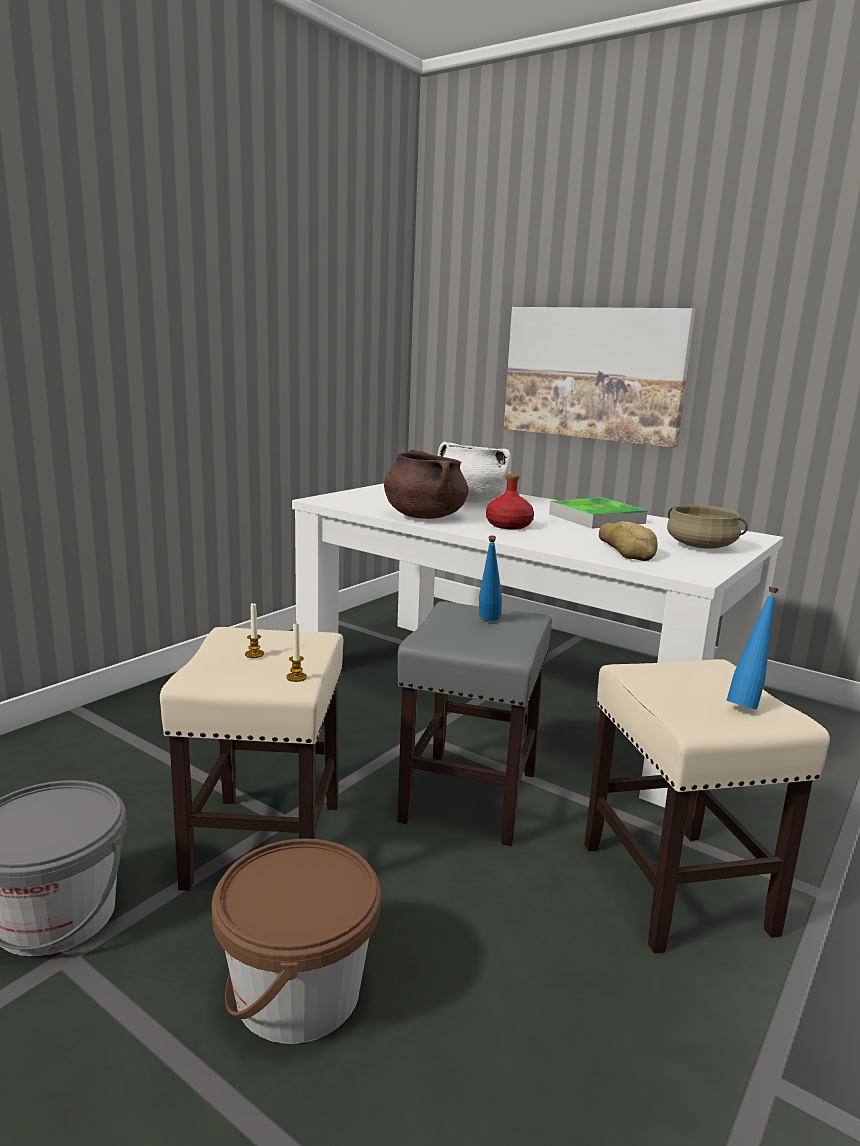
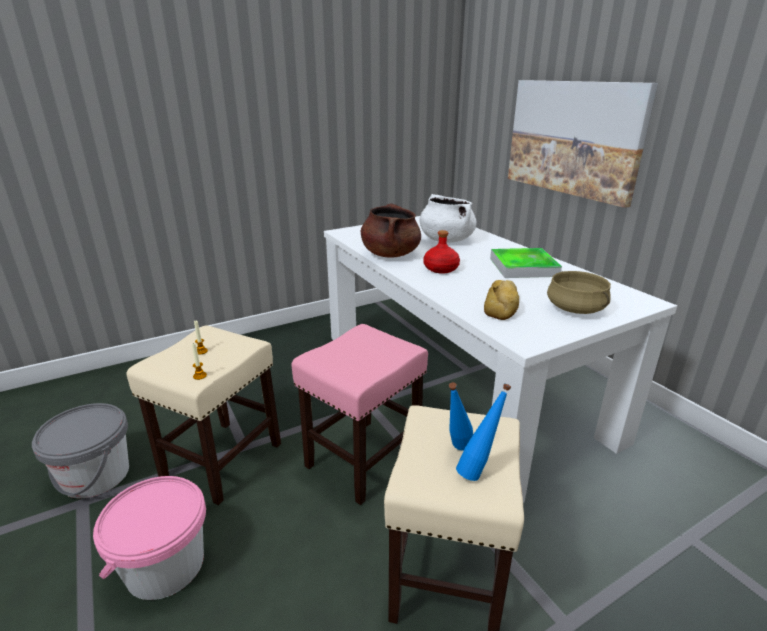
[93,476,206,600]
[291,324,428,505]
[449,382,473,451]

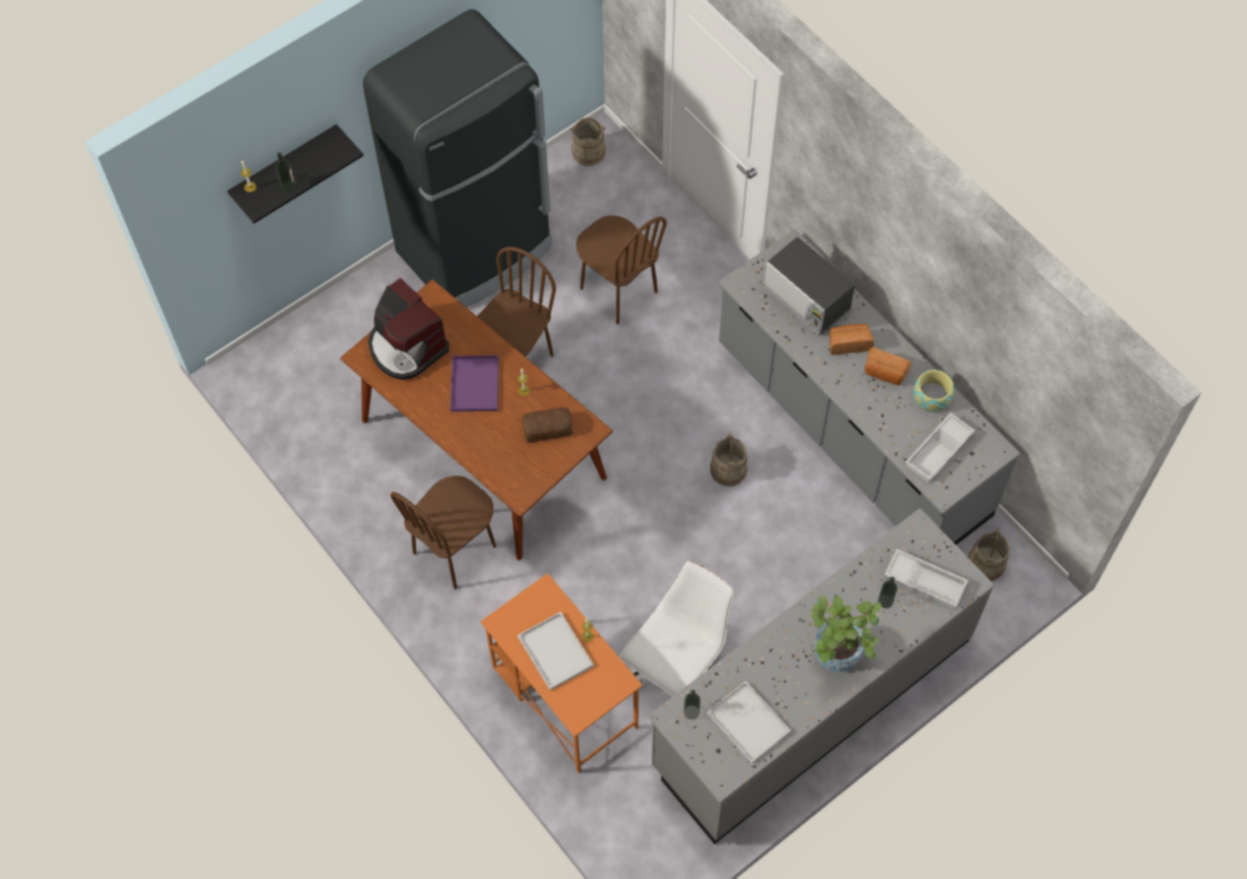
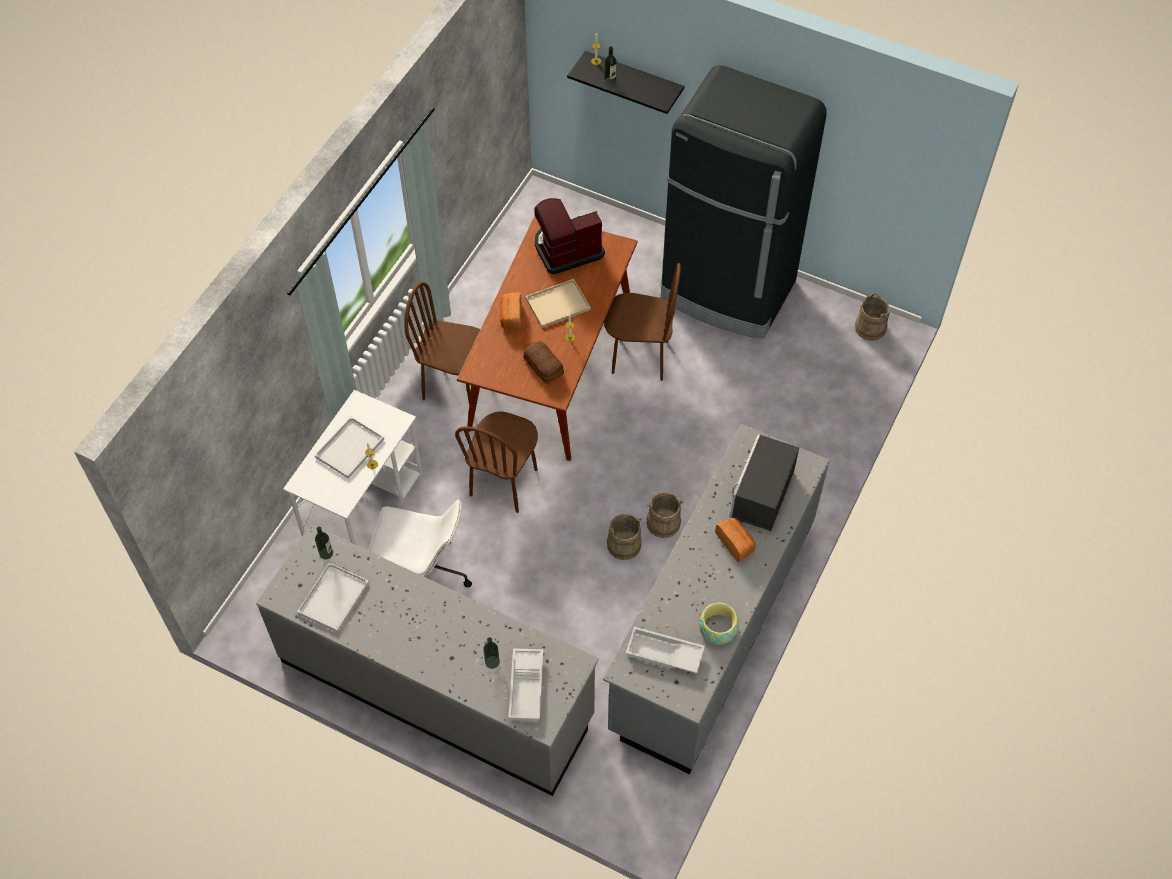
[283,390,422,545]
[455,411,538,513]
[500,292,522,330]
[525,279,591,328]
[534,198,605,275]
[646,492,683,538]
[810,595,882,672] (first image)

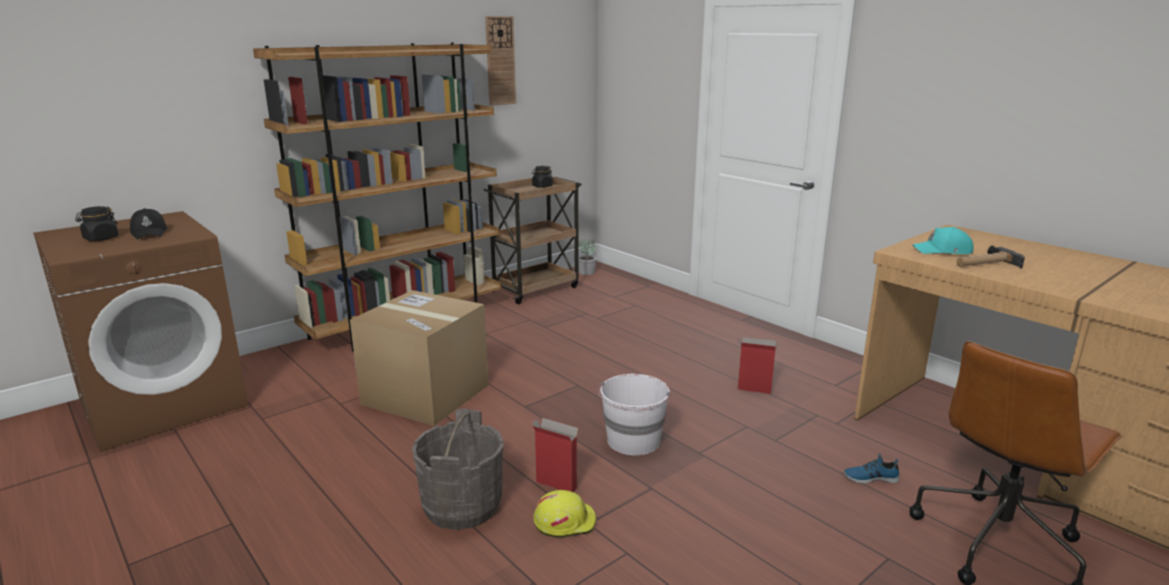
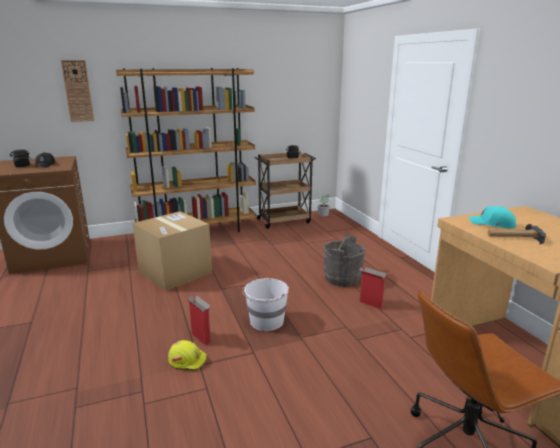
[61,60,94,122]
[323,235,365,287]
[844,454,900,484] (first image)

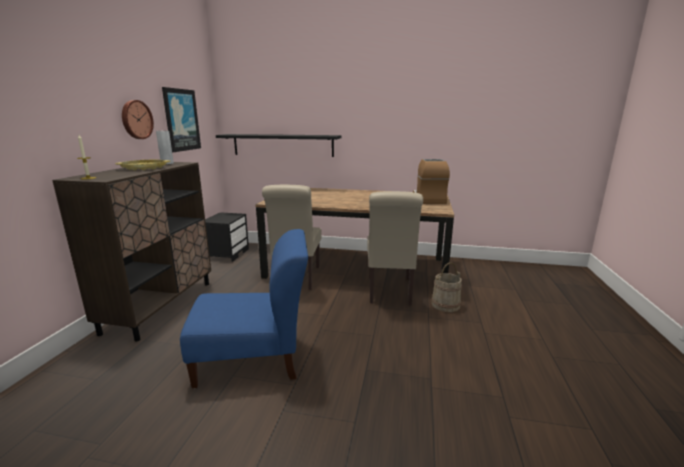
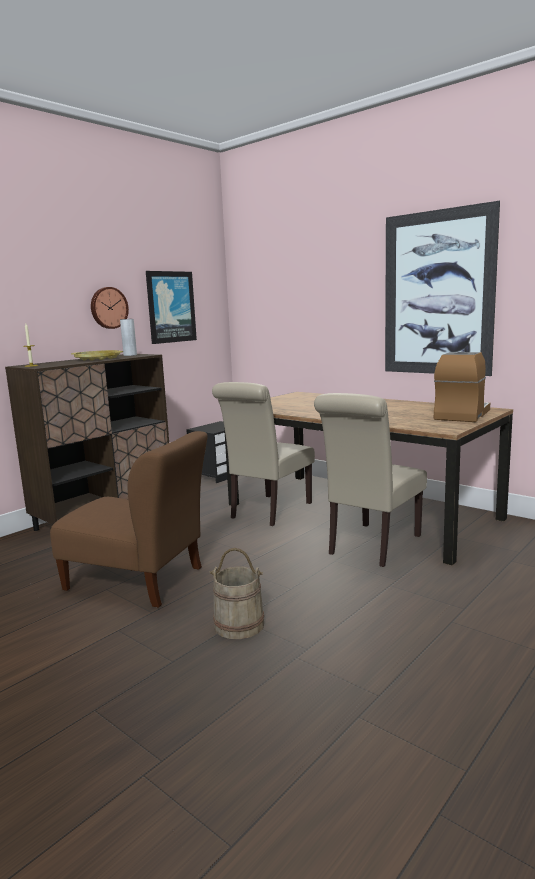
[50,431,208,607]
[210,548,264,639]
[385,201,500,376]
[216,134,342,157] (first image)

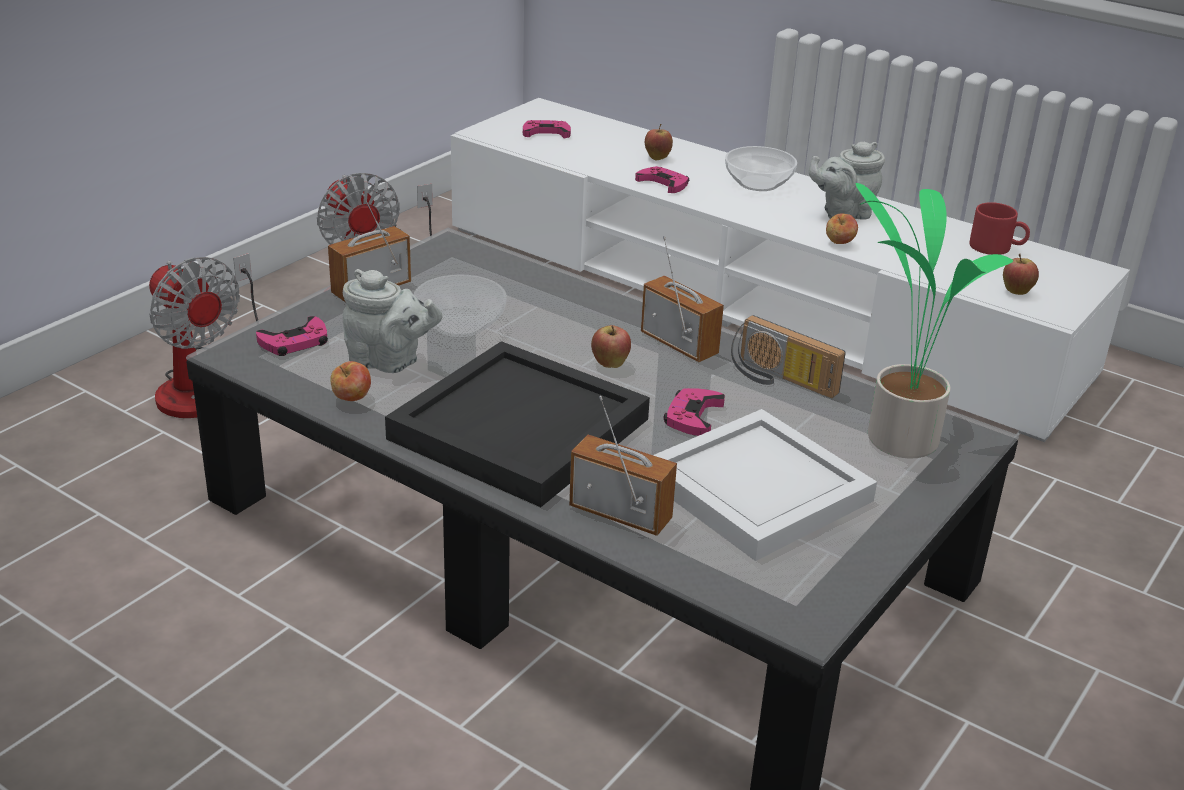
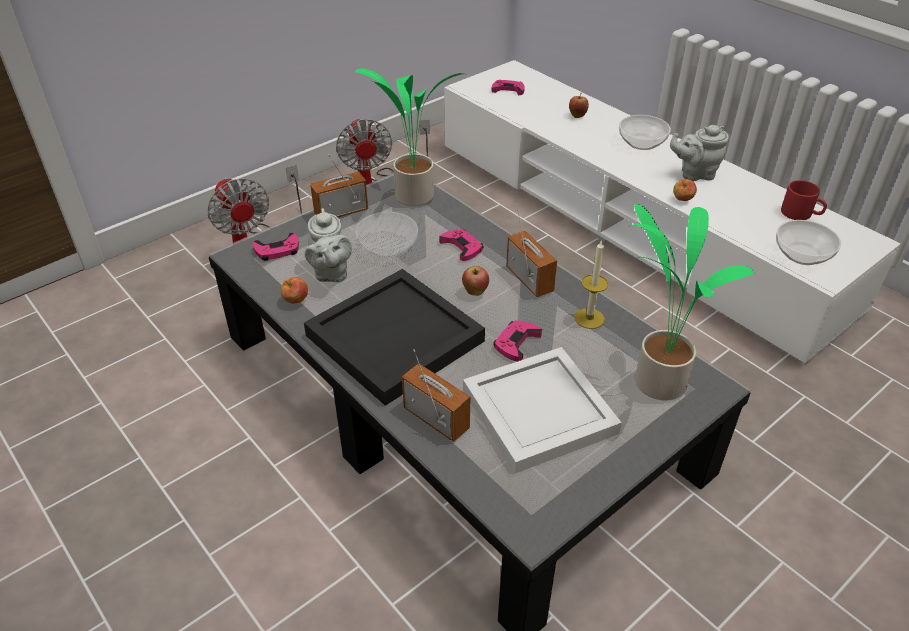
[305,208,352,282]
[354,68,464,206]
[439,229,484,261]
[574,239,608,329]
[776,220,841,265]

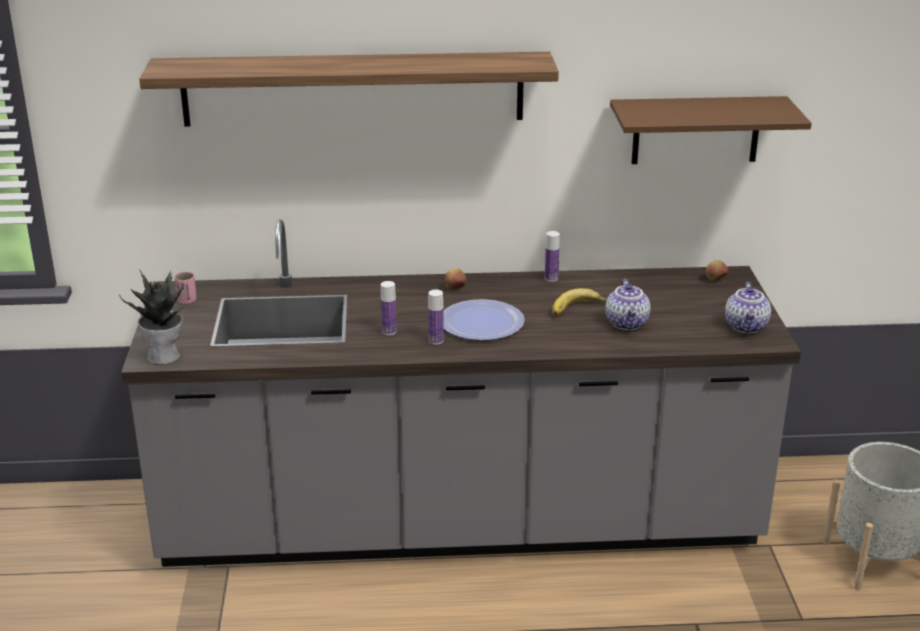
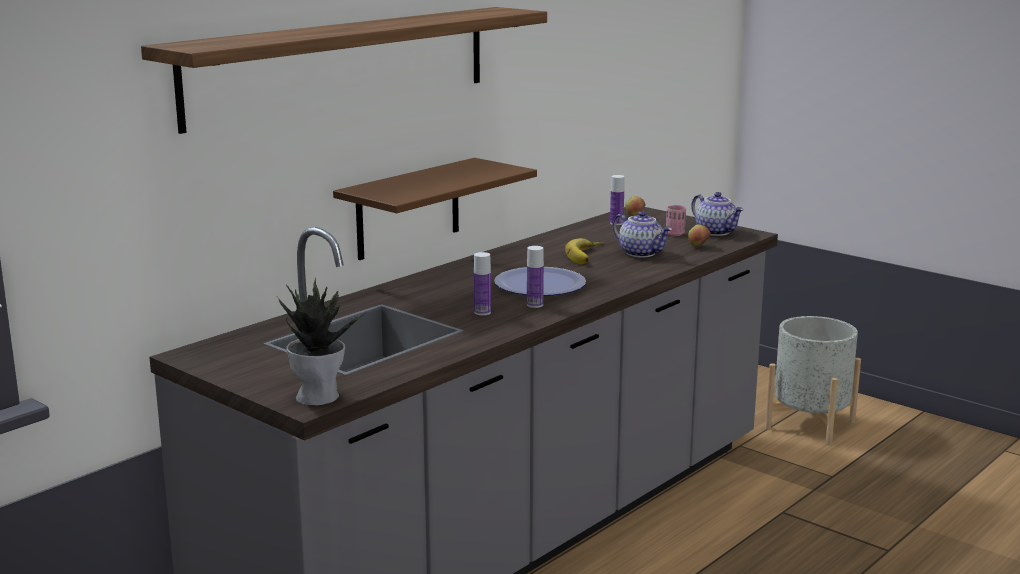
[333,158,537,260]
[610,175,624,225]
[666,205,686,236]
[688,224,711,247]

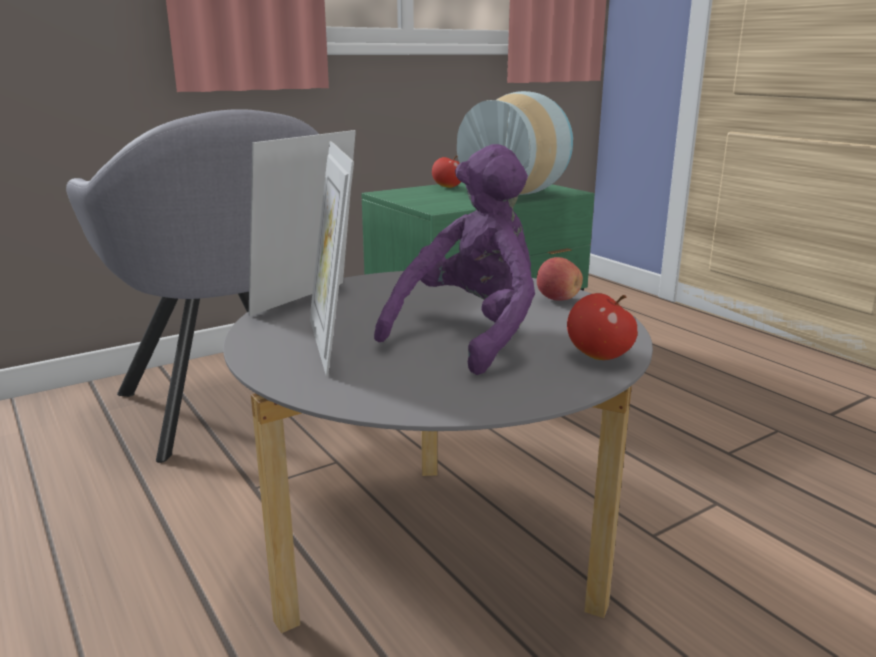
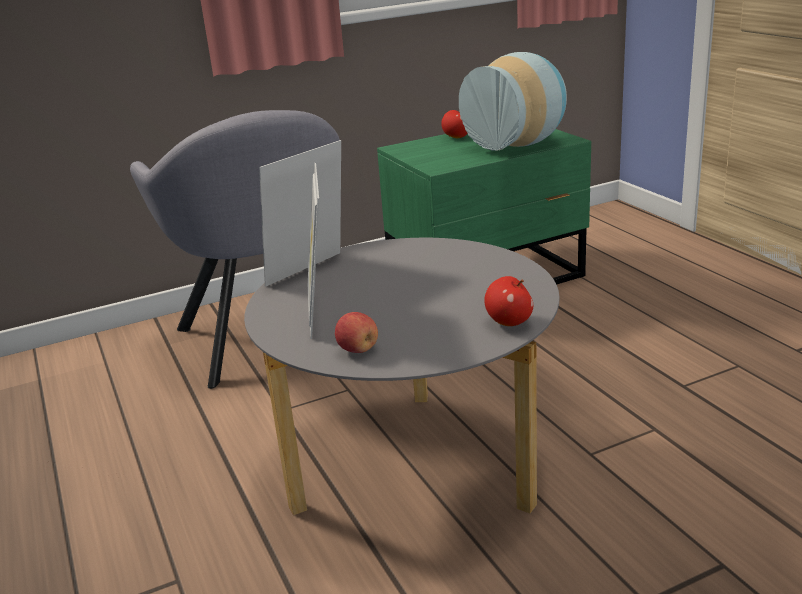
[335,312,378,353]
[374,144,535,375] (first image)

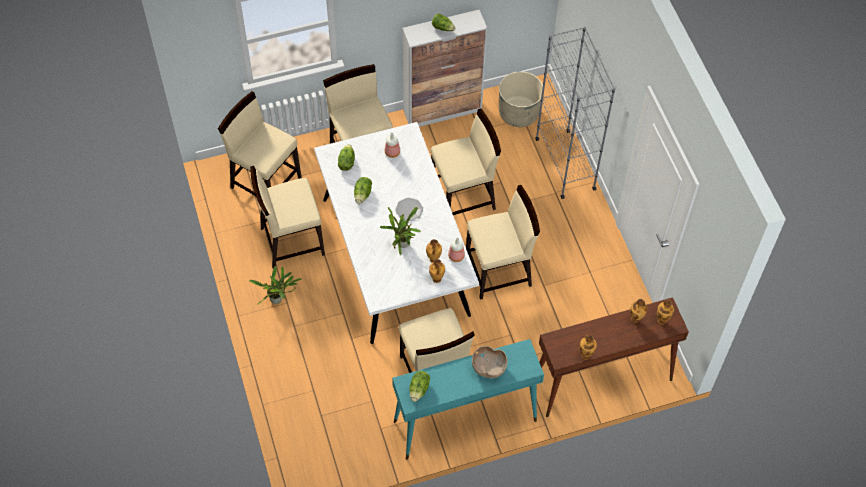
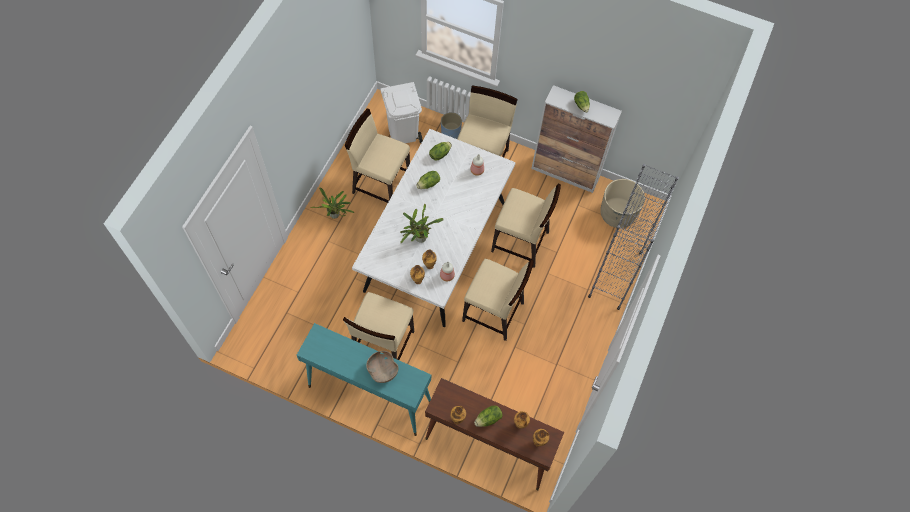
[380,82,423,143]
[441,112,462,139]
[474,406,503,427]
[395,197,423,221] (first image)

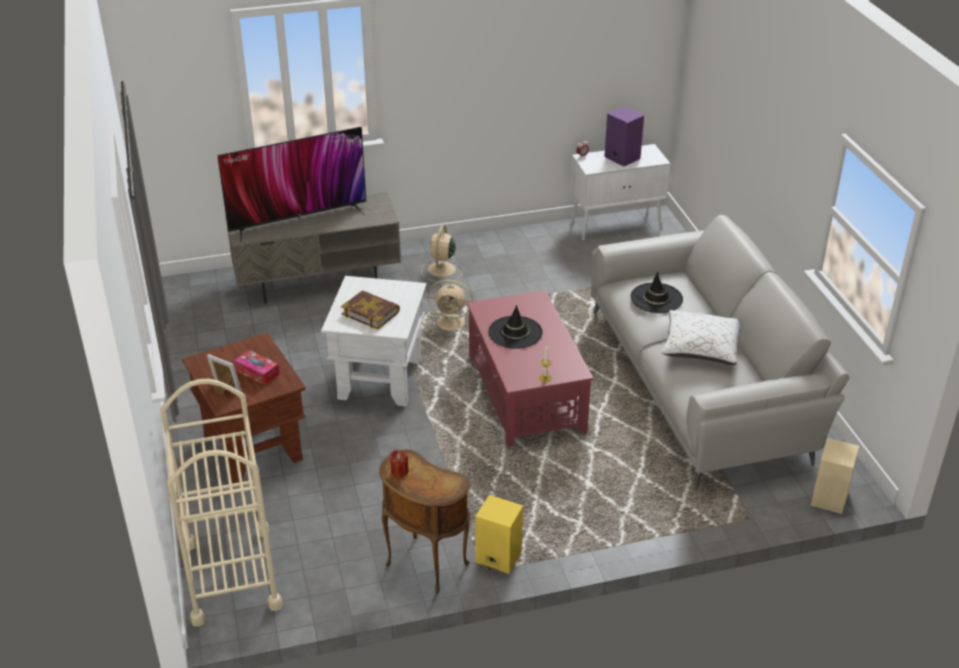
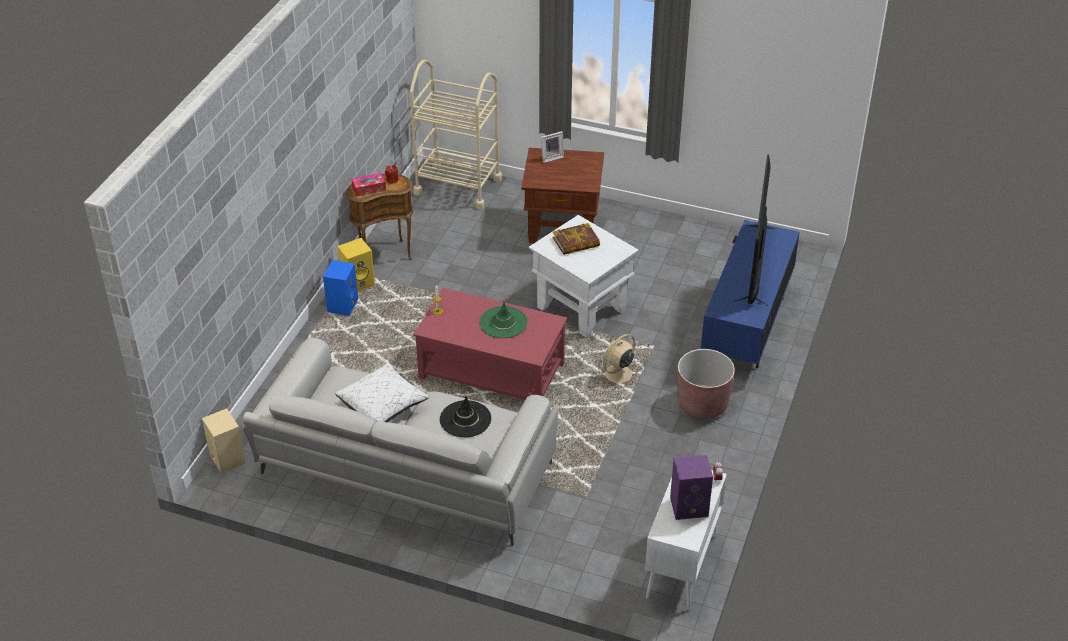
[323,260,358,316]
[352,173,386,197]
[479,302,527,338]
[677,349,735,419]
[701,220,800,368]

